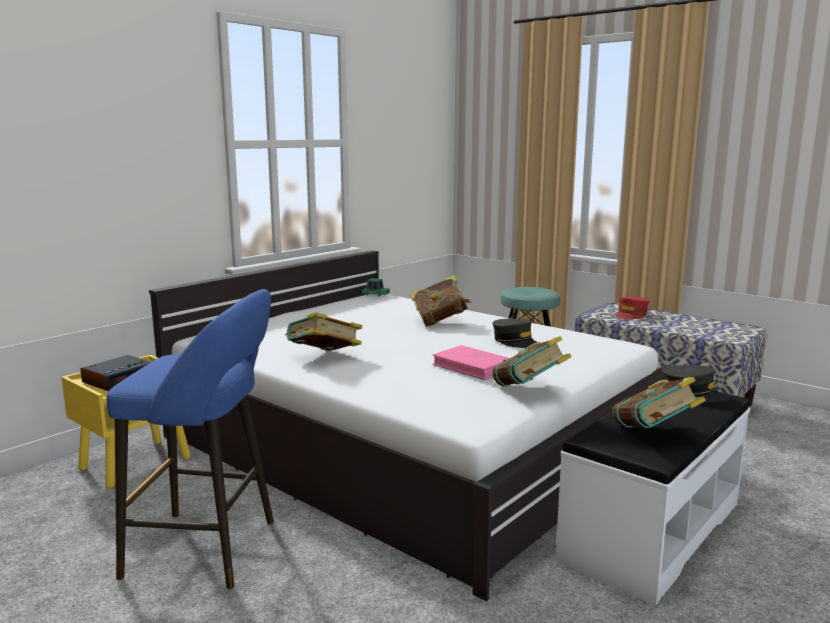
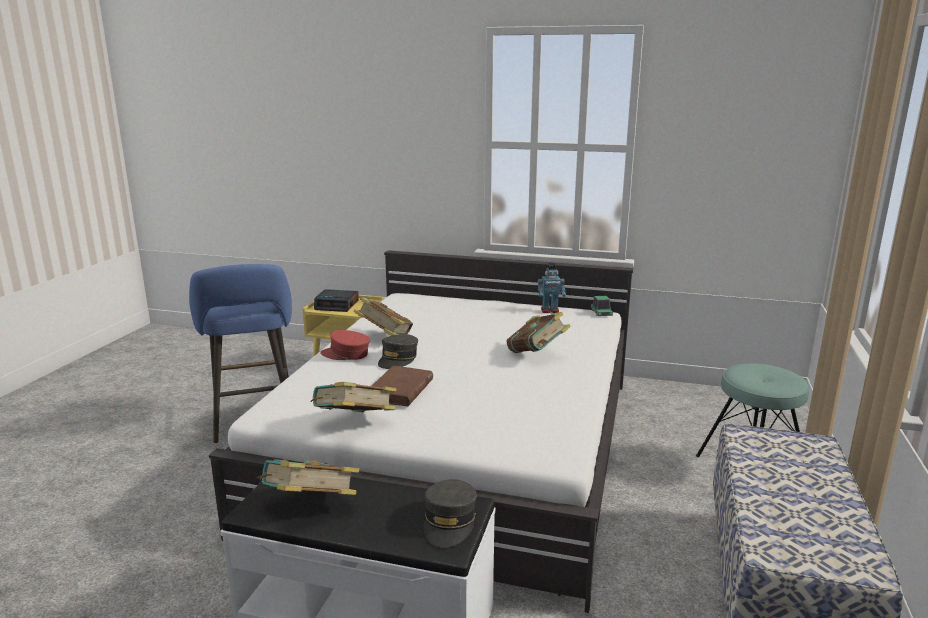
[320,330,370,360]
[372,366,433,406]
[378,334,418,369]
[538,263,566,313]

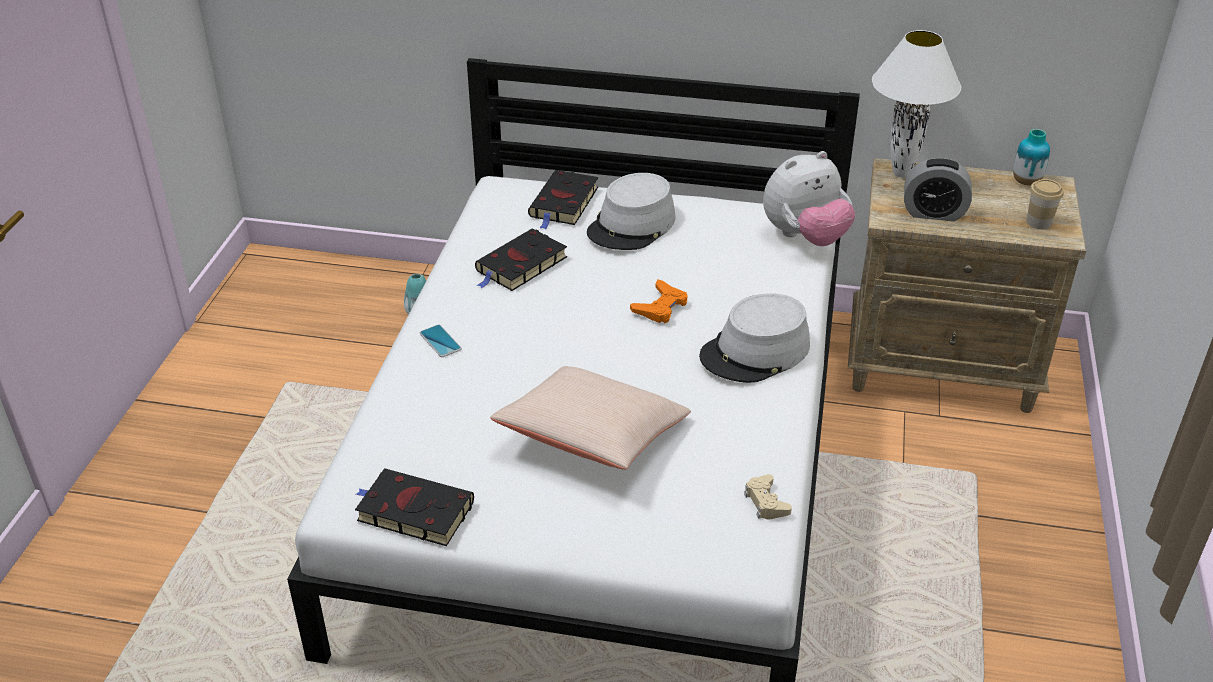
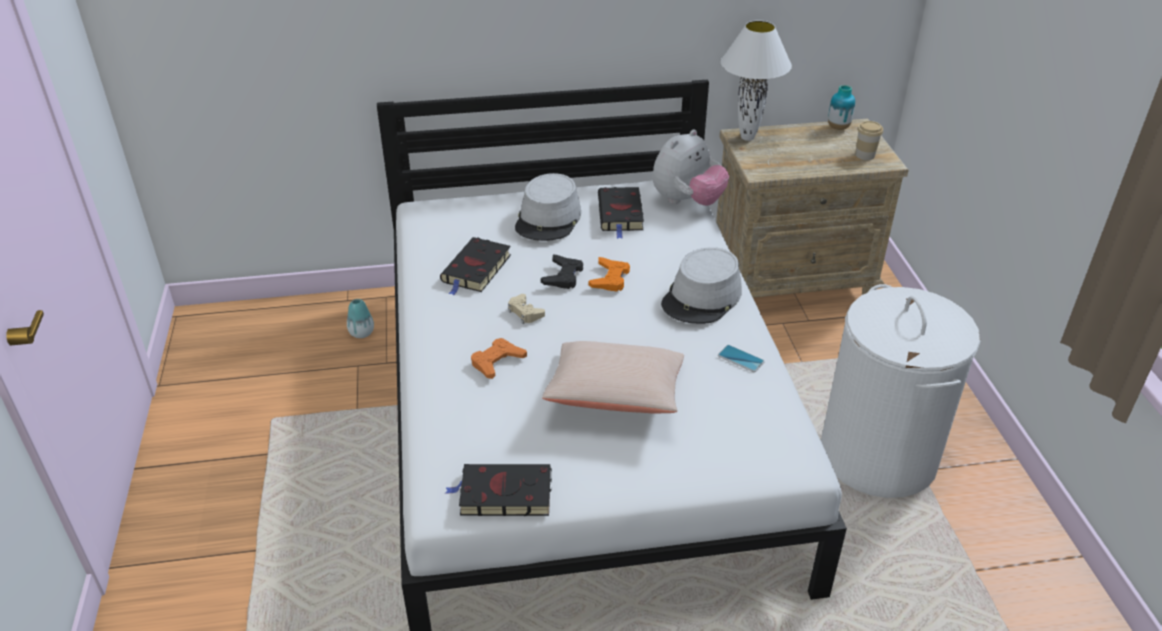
[471,338,527,379]
[508,294,545,324]
[541,254,583,289]
[598,187,644,239]
[718,345,765,372]
[821,284,980,498]
[904,158,972,222] (first image)

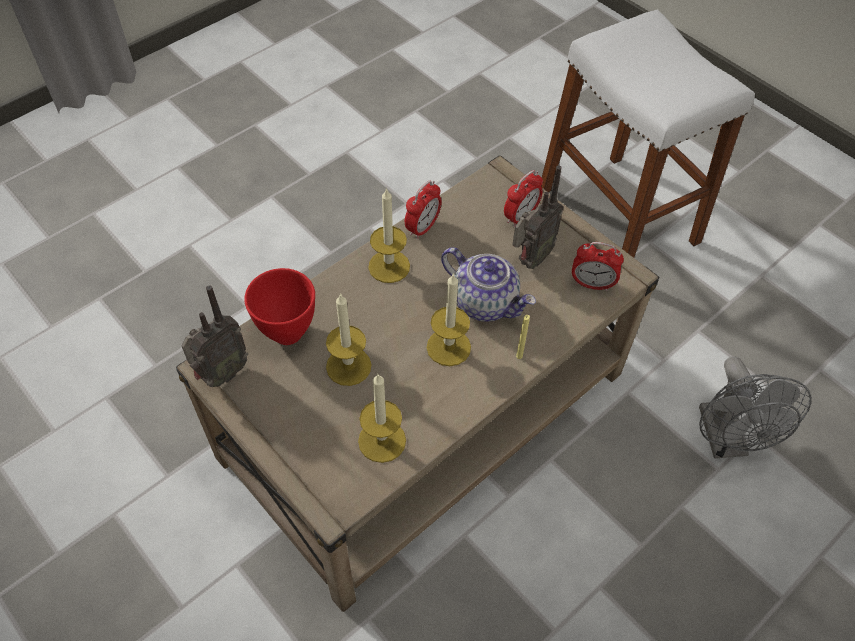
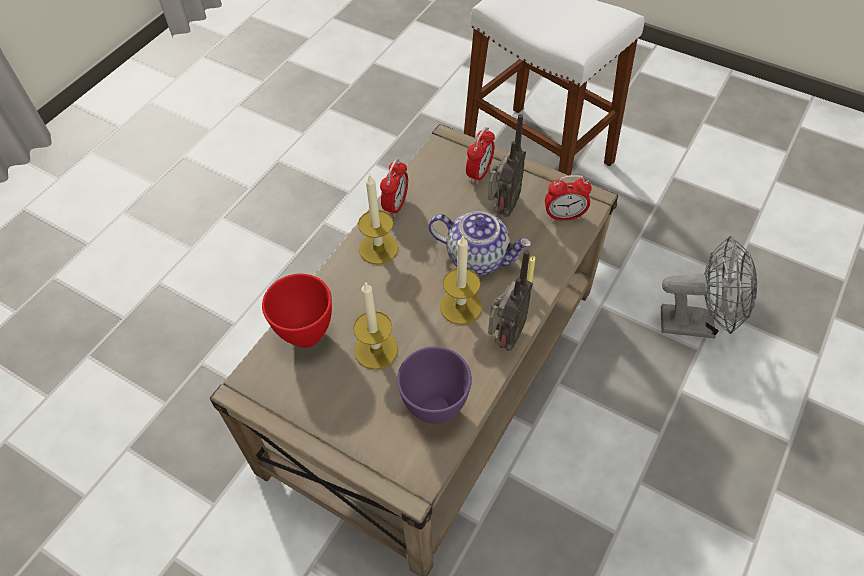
[397,346,472,424]
[488,250,533,351]
[661,236,757,339]

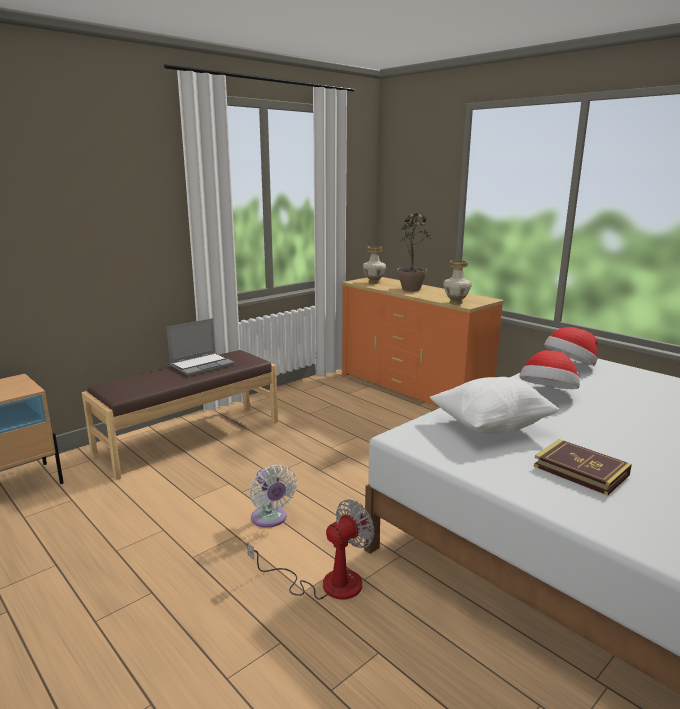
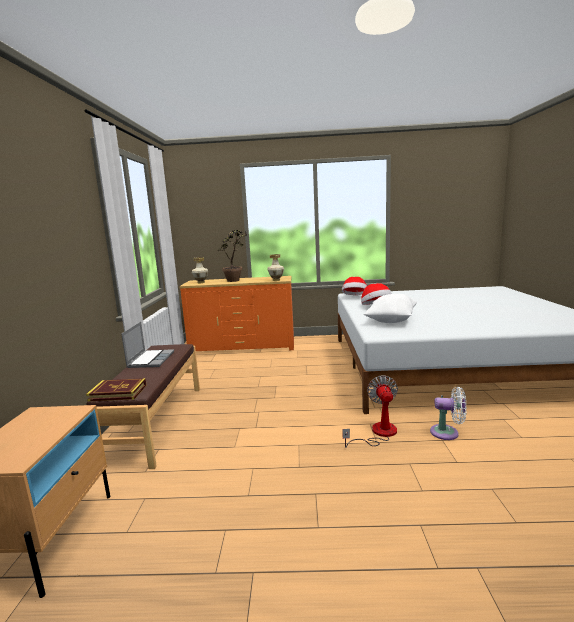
[86,378,146,401]
[430,387,467,440]

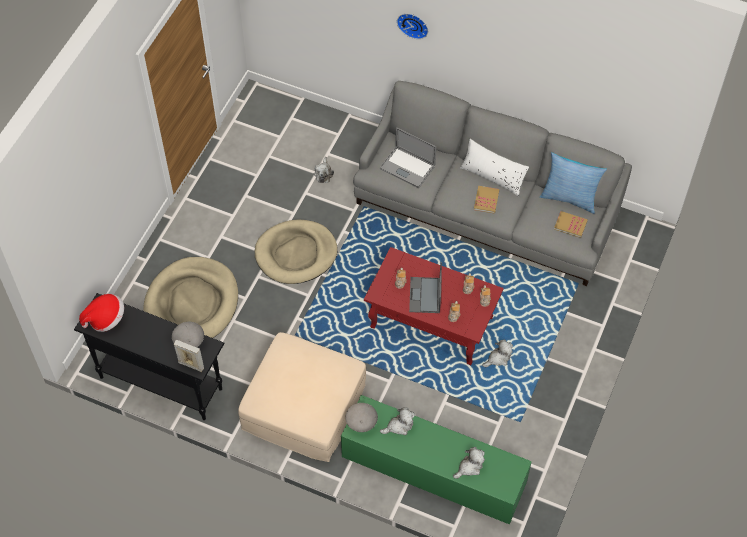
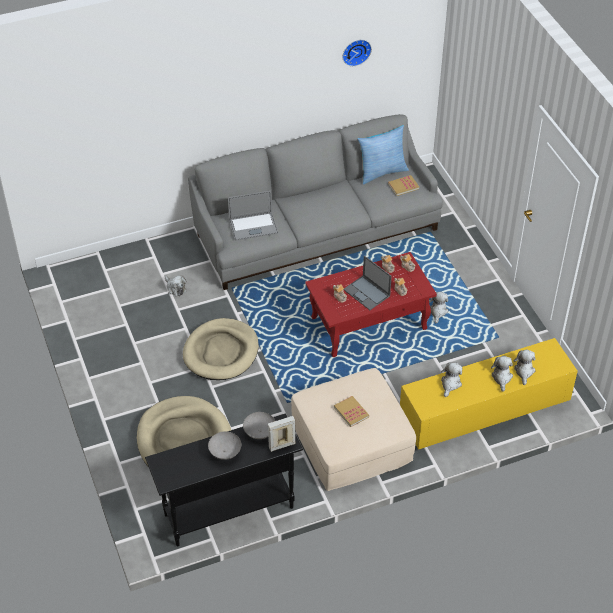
[208,431,241,460]
[334,396,369,427]
[343,40,372,66]
[400,338,578,450]
[491,356,513,391]
[79,294,124,332] (first image)
[460,139,529,196] (first image)

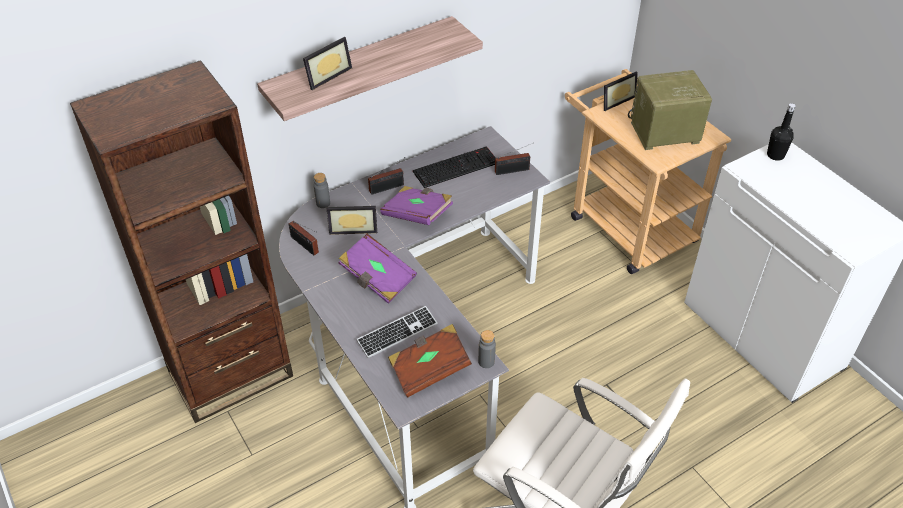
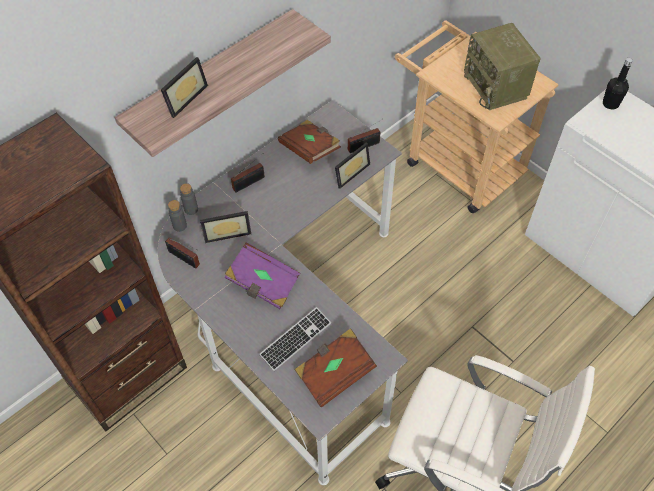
[168,200,187,232]
[278,120,341,164]
[335,142,370,189]
[464,23,541,110]
[380,186,453,225] (first image)

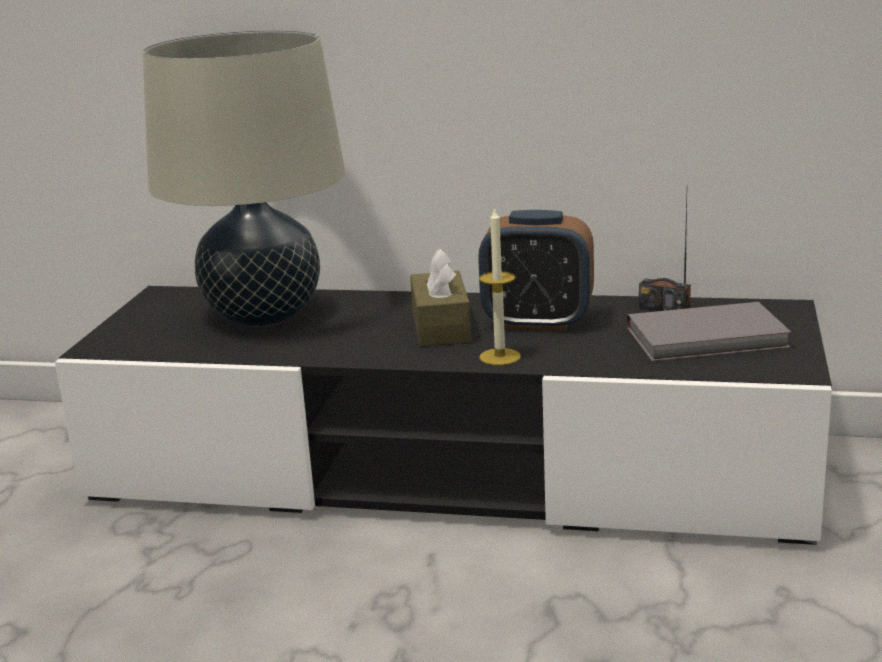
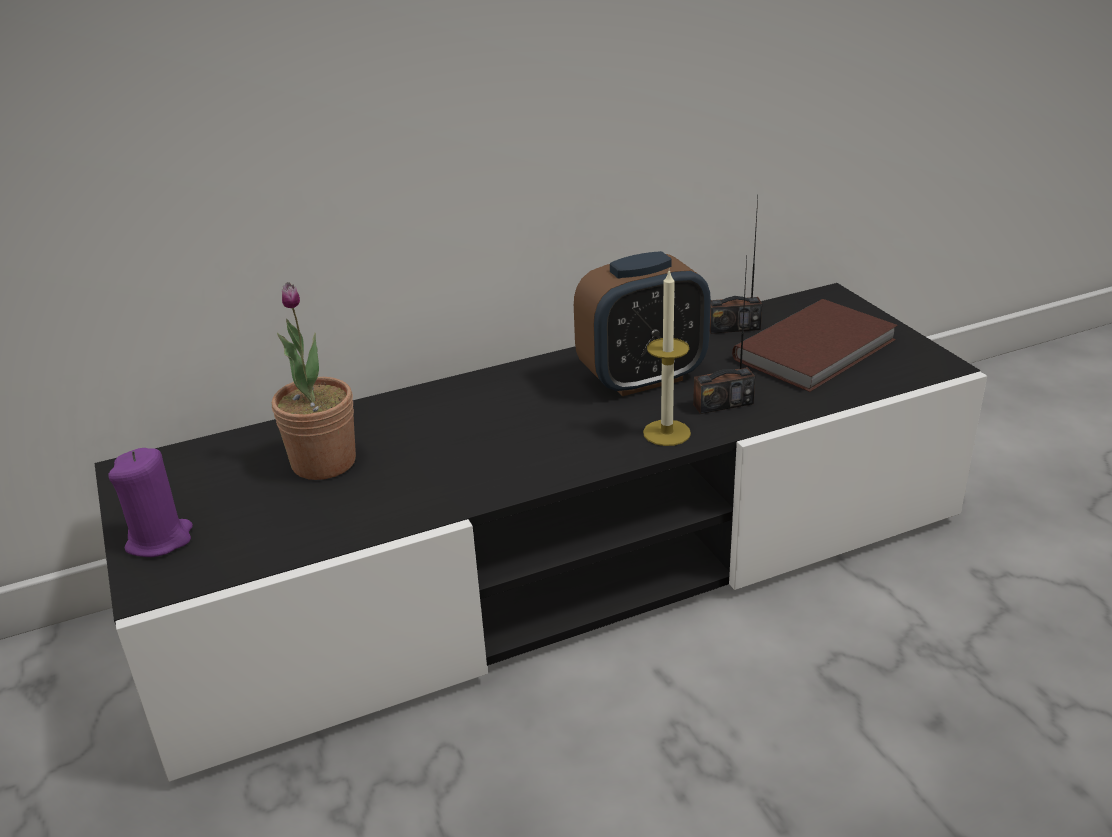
[108,448,193,557]
[272,282,356,480]
[693,258,755,414]
[732,299,898,392]
[410,248,472,346] (first image)

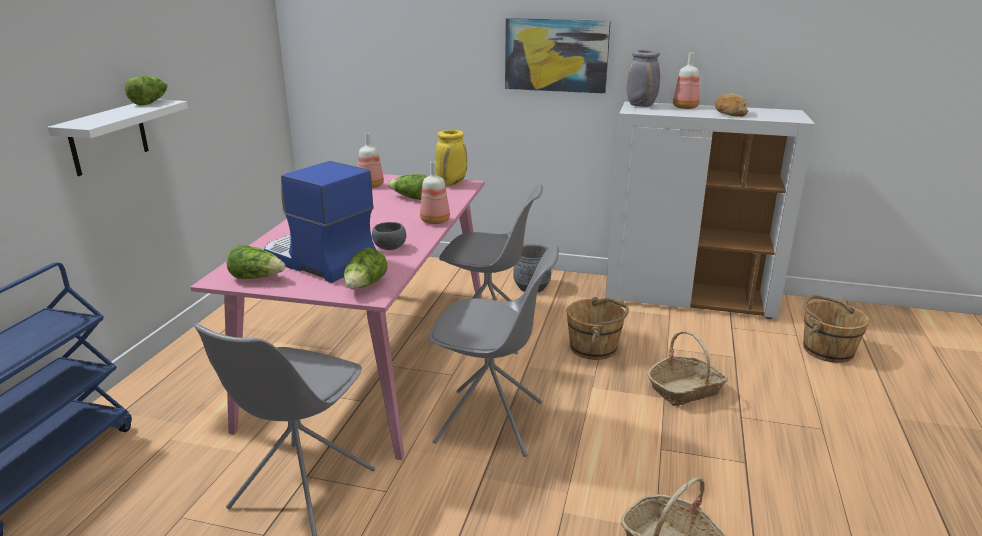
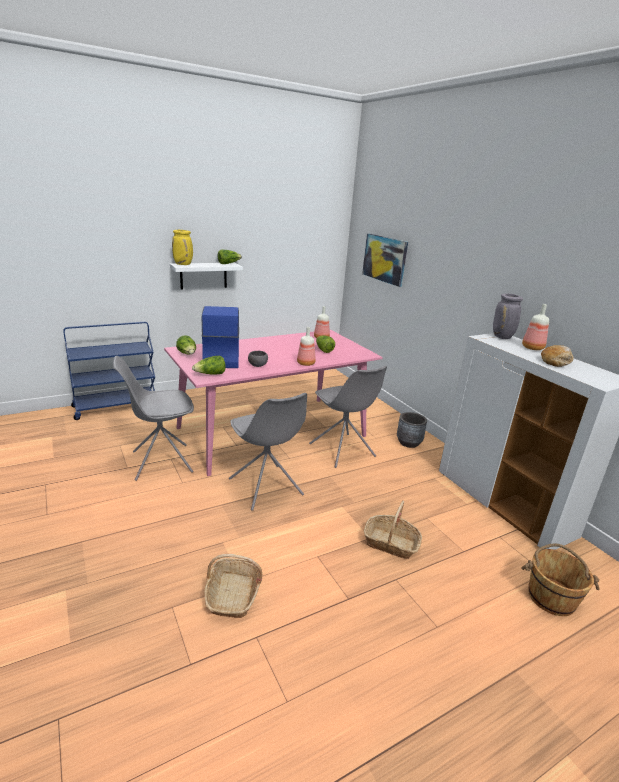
[172,230,193,265]
[362,233,408,287]
[567,297,629,360] (first image)

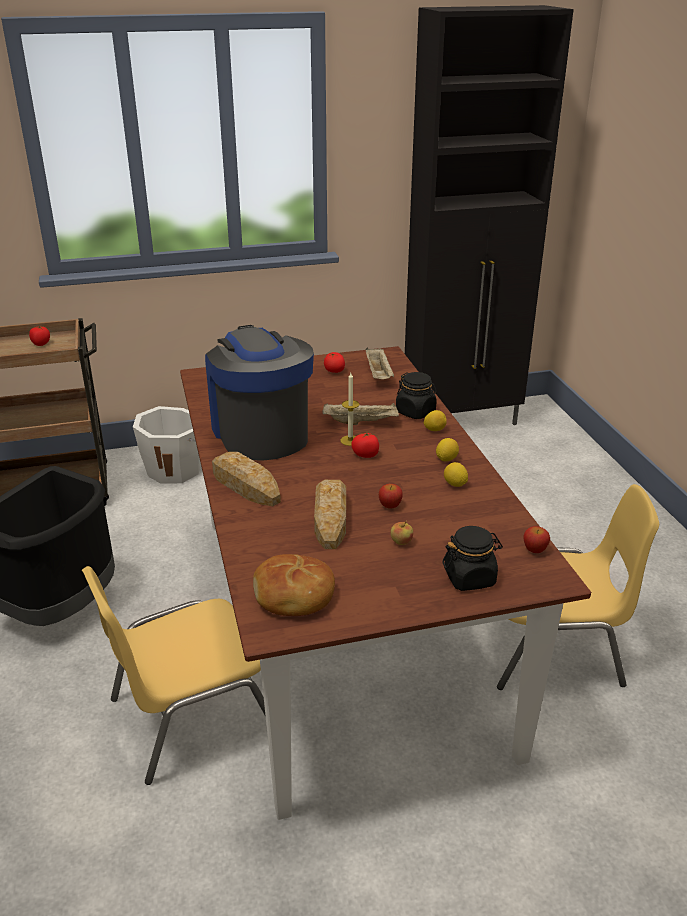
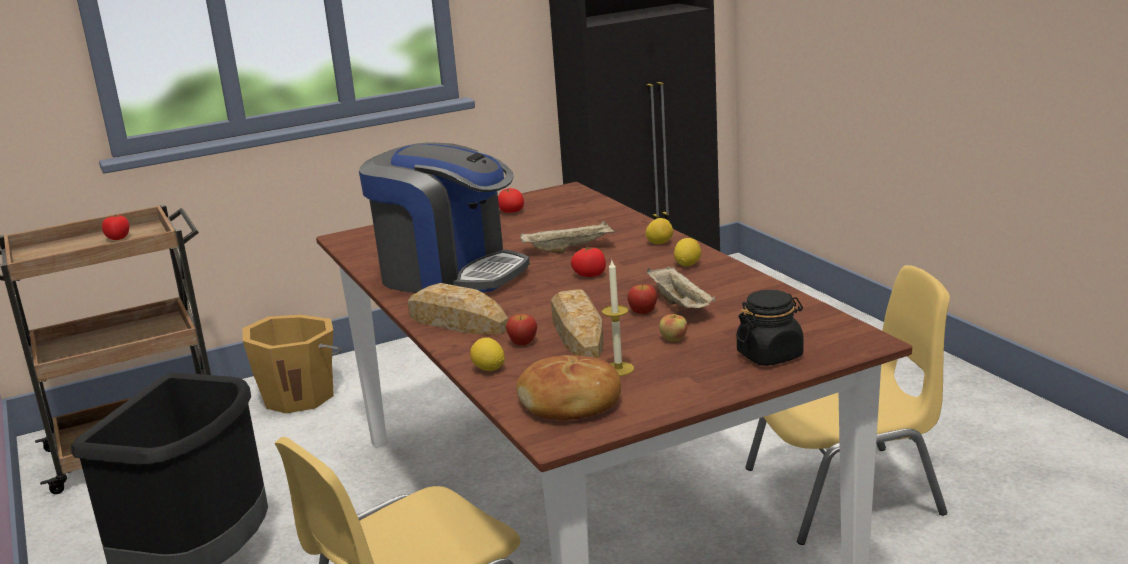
[243,315,342,413]
[359,142,530,293]
[470,337,505,371]
[506,314,537,345]
[601,260,634,376]
[647,266,716,308]
[396,372,437,419] (first image)

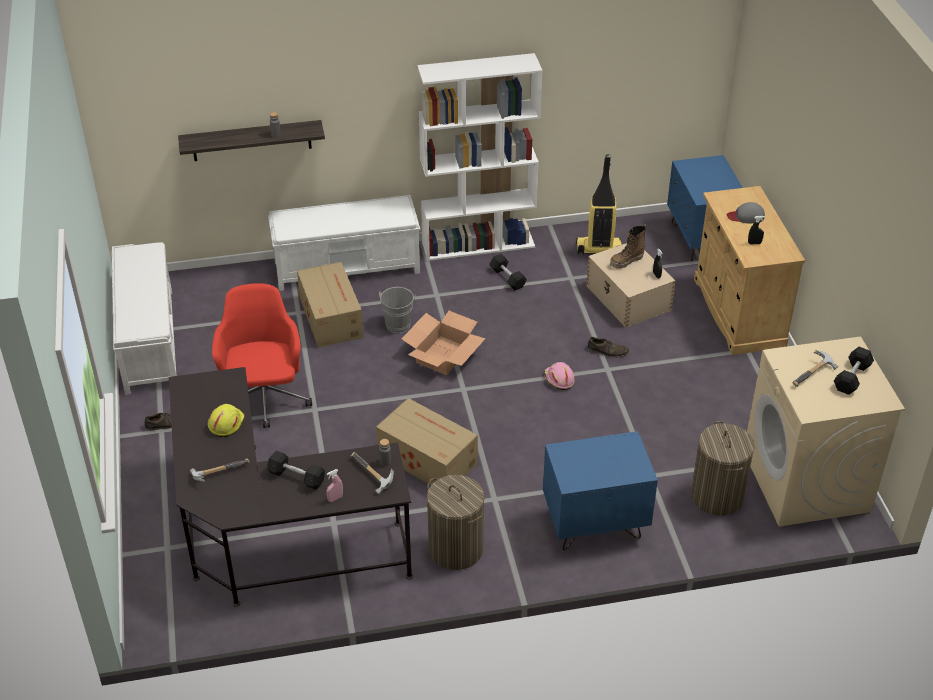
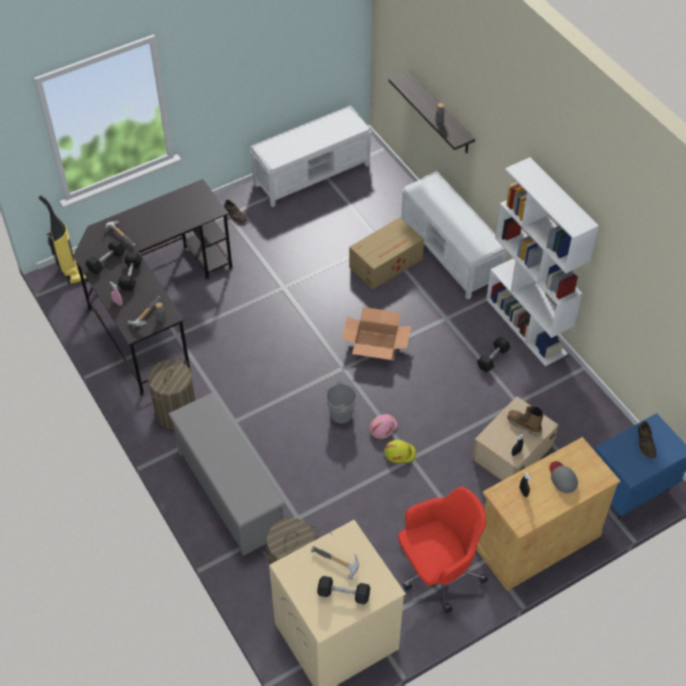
[39,196,88,285]
[86,239,125,274]
[168,393,286,556]
[326,381,362,424]
[385,440,416,463]
[398,487,488,613]
[638,421,656,458]
[376,398,478,485] (first image)

